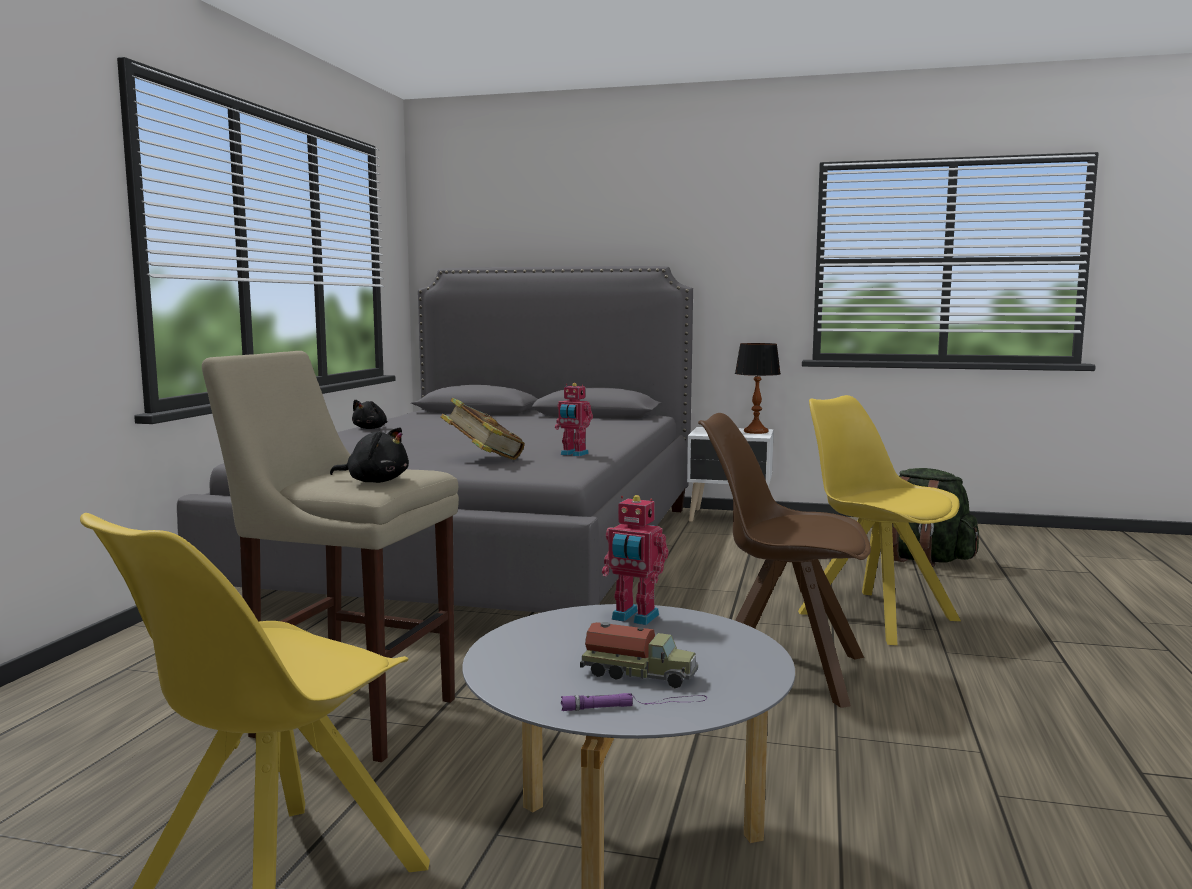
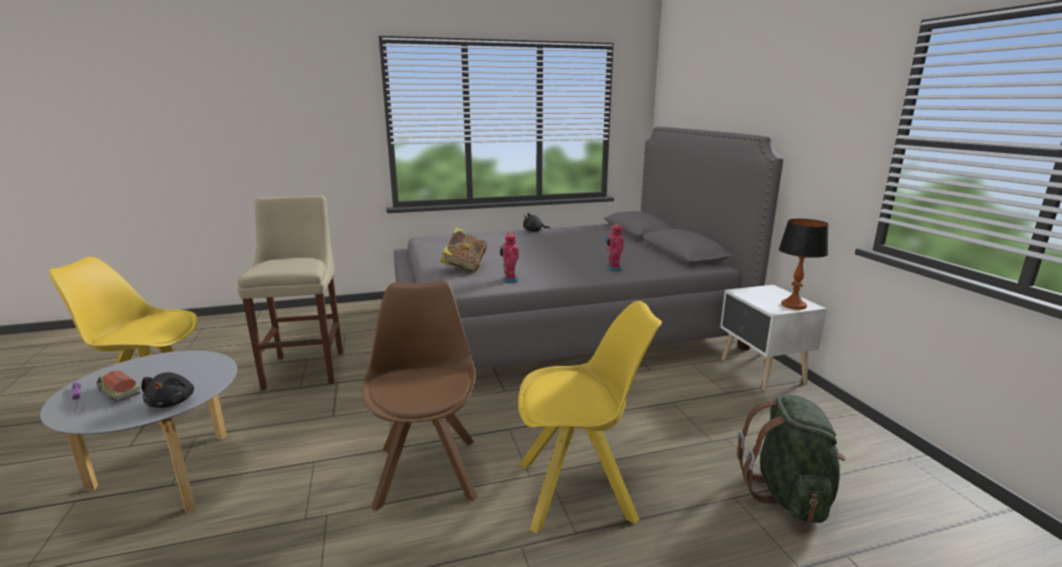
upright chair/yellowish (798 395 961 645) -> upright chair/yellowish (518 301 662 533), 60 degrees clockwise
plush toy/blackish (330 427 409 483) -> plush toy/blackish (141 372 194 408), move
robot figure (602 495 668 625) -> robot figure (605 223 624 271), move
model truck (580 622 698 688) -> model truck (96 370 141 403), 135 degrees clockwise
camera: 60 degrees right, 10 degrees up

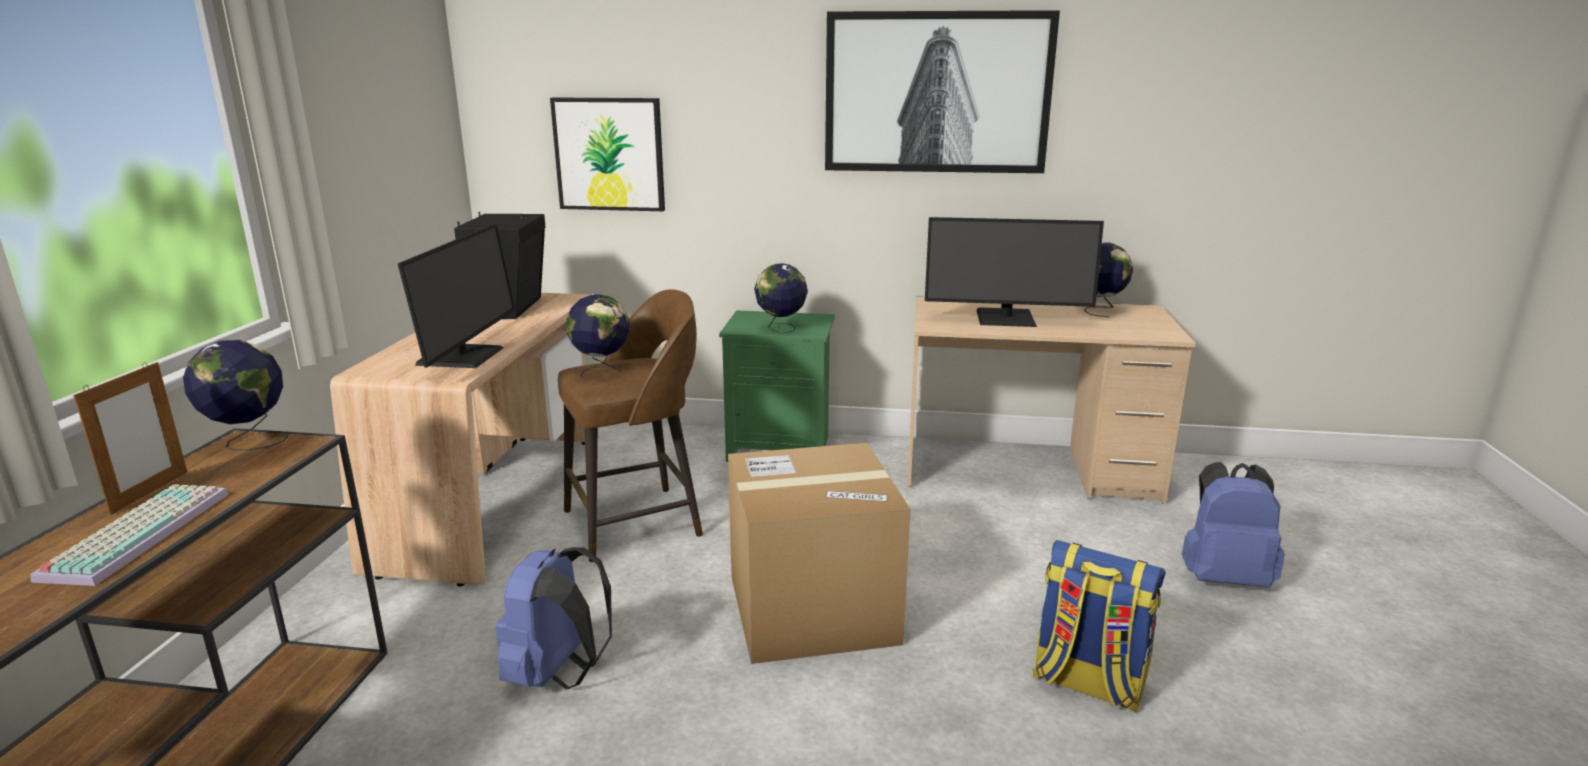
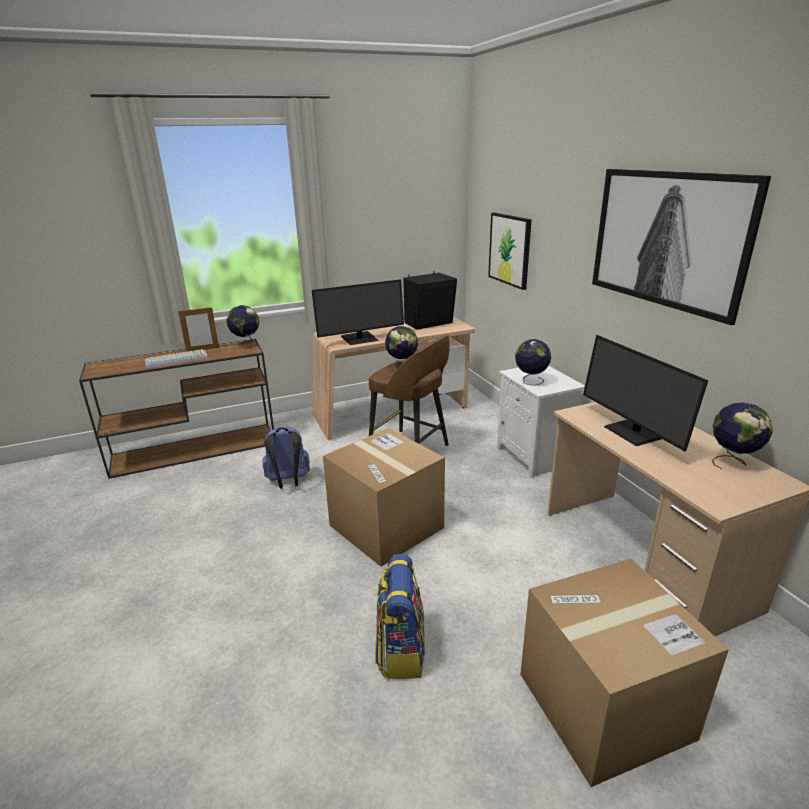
nightstand/green (719 310 835 462) -> nightstand/white-coloured (497 366 585 478)
rucksack/blue-coloured (1182 462 1285 587) -> cardboard box (520 559 729 787)
camera: 60 degrees right, 5 degrees up

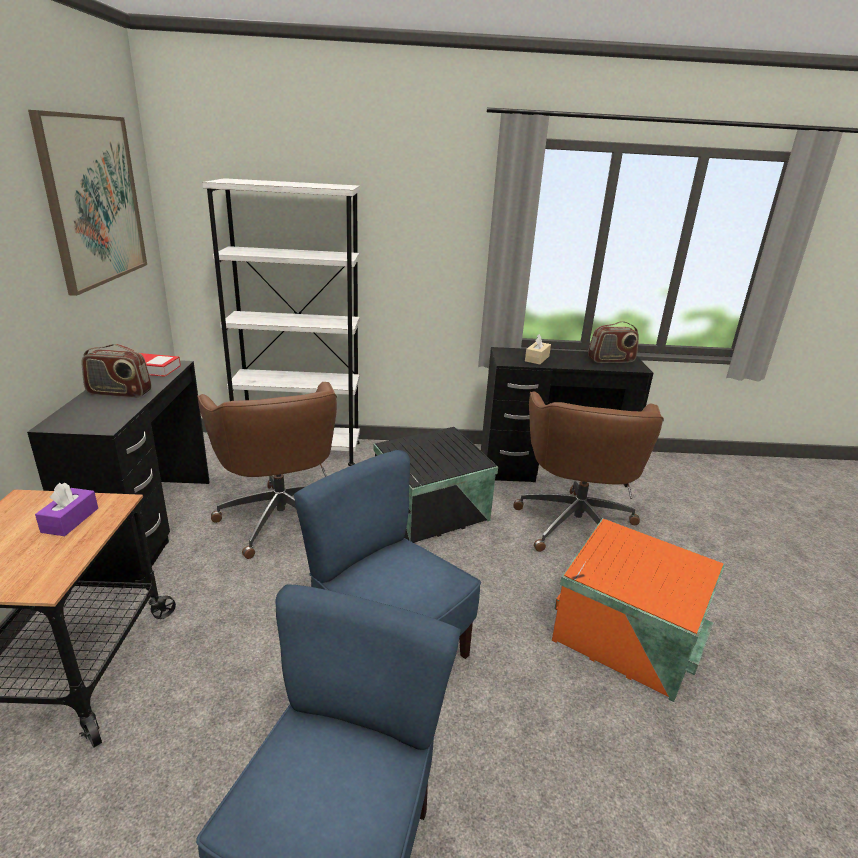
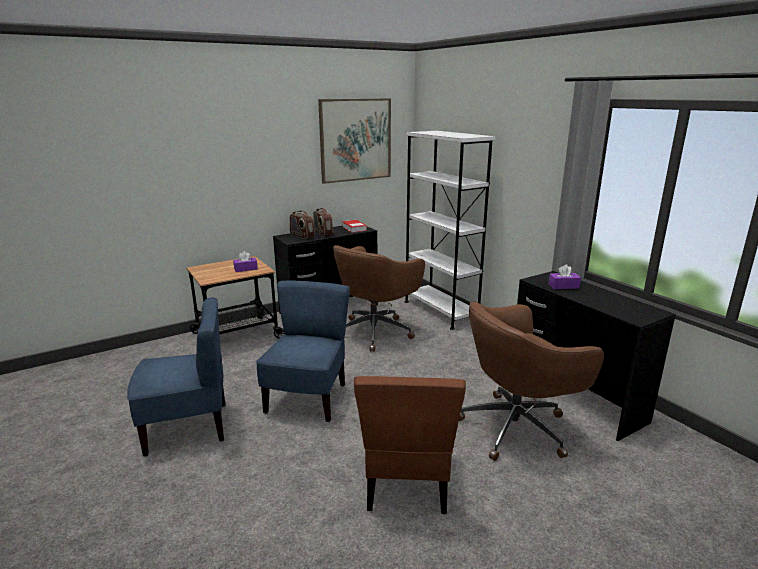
radio (588 321 639 363) -> radio (290 210 315 239), move
tissue box/beige (525 334 551 365) -> tissue box/purple (548 264 581 289)
storage box/blackish (373 427 498 543) -> none
storage box/orange (552 518 725 702) -> upright chair/brownish (354 376 466 514)
camera: 60 degrees right, 5 degrees down

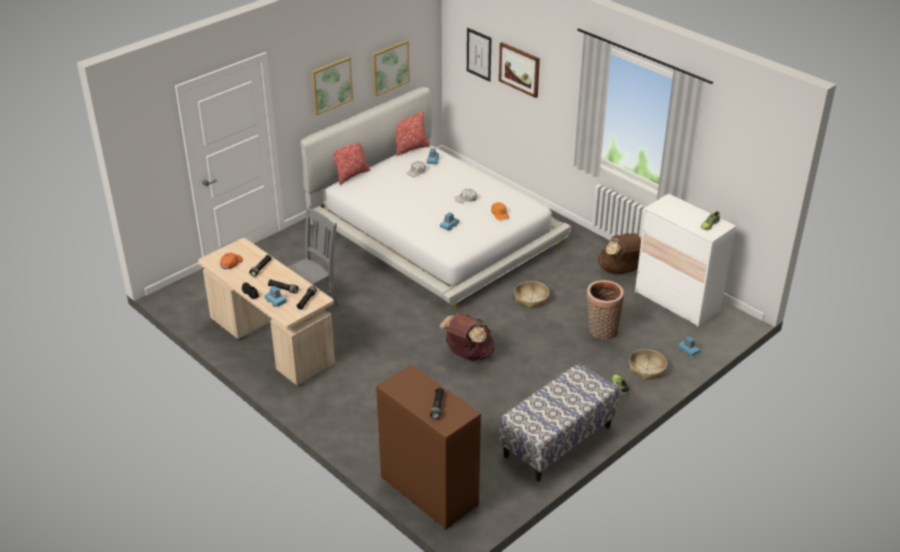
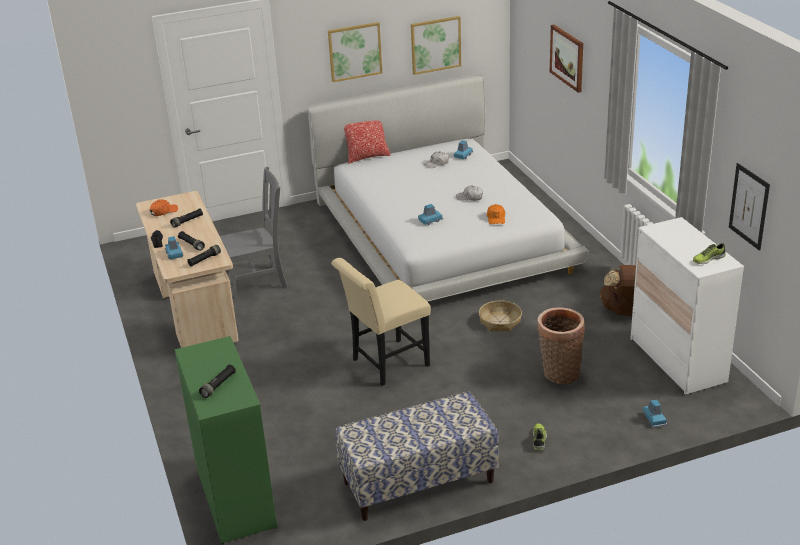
picture (467 28 492 82) -> picture (729 163 770 251), move
cushion (395 111 430 156) -> none
rucksack/brownish (440 314 495 361) -> upright chair/beige (331 258 431 386)
household basket (629 349 667 381) -> none
chest of drawers/brownish (376 364 482 529) -> chest of drawers/green (174 336 277 544)
camera: 25 degrees right, 5 degrees down

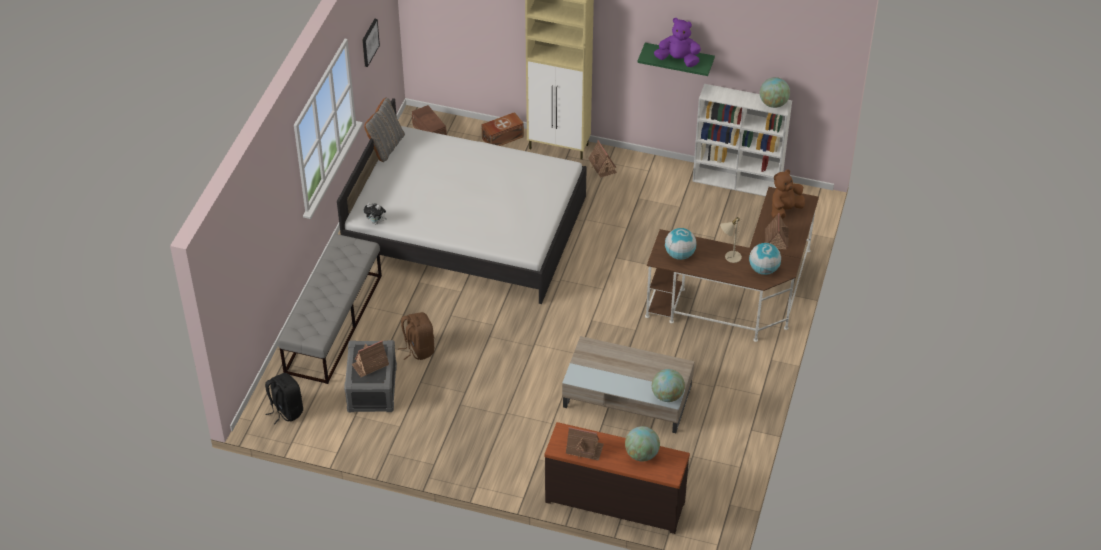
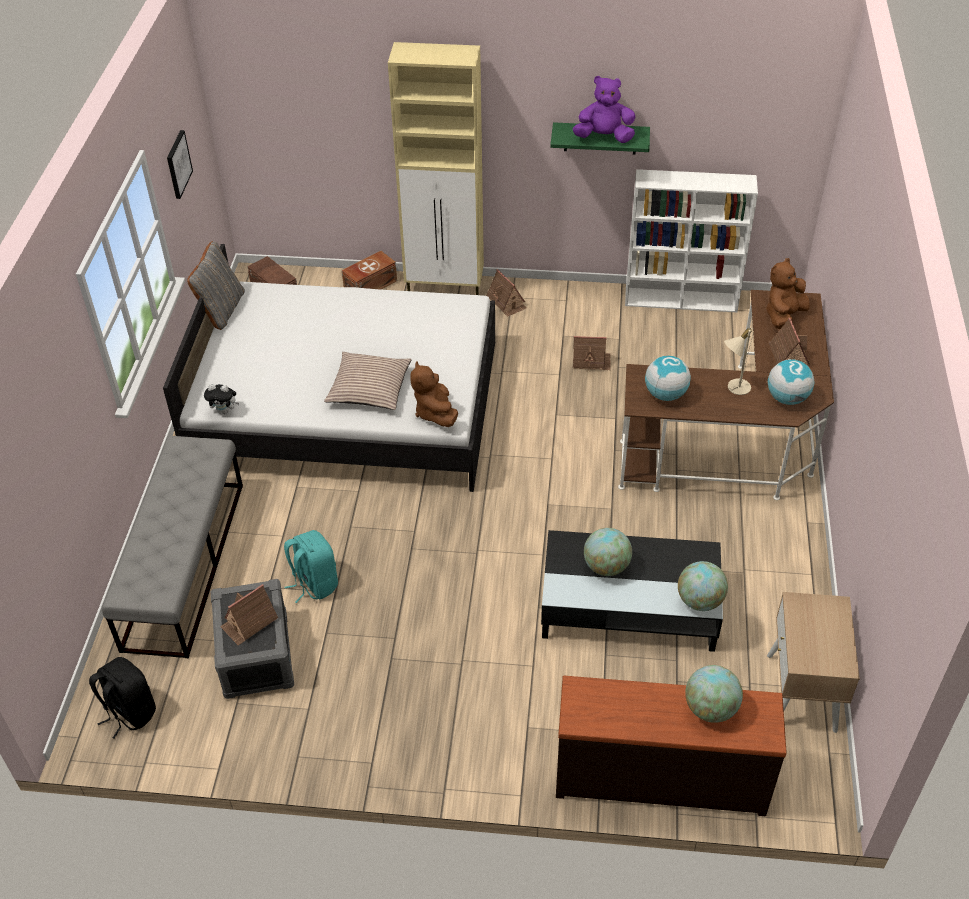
desk globe (760 77 790 108) -> desk globe (584 528 632 576), move
rucksack/brownish (398 312 434 360) -> rucksack/turquoise-coloured (284 530 338 603)
lounge table/beige (562 336 694 433) -> lounge table/blackish (541 530 723 652)
toy house (566 427 604 461) -> toy house (573 336 611 371), move
none -> cushion (324 352 412 410)
none -> plush toy/brownish (410 361 458 427)
none -> nightstand/beige (767 592 860 733)
camera: 10 degrees left, 0 degrees up

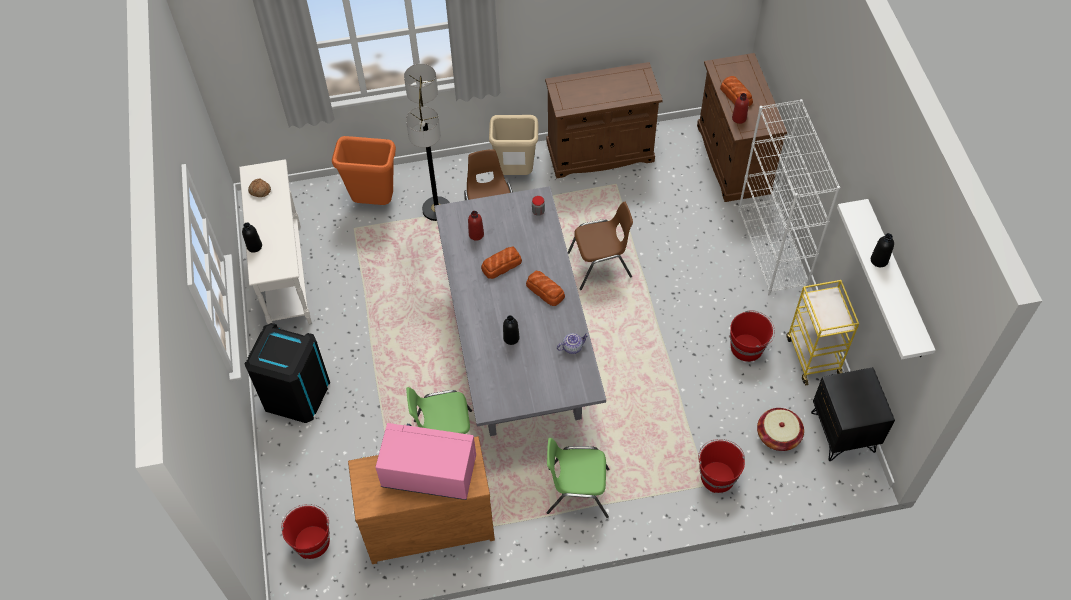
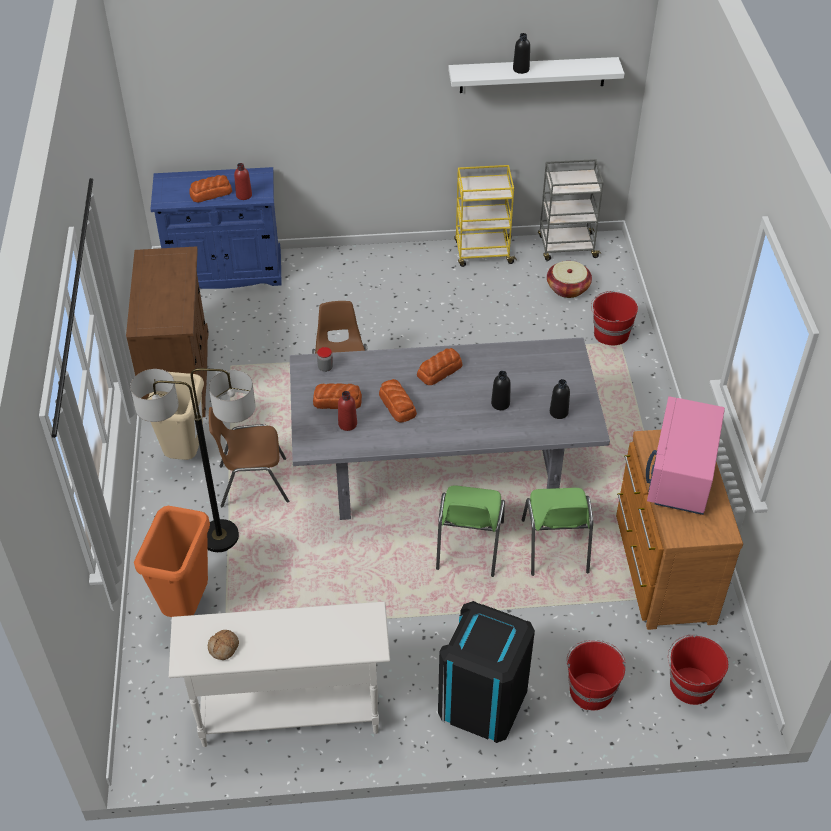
storage cabinet/brownish (697 53 787 202) -> storage cabinet/blue-coloured (150 167 282 289)
bookshelf/white-coloured (738 99 840 295) -> none
drink bottle/blackish (242 223 262 253) -> drink bottle/blackish (550 379 570 419), move
water bucket/reddish (730 310 775 362) -> water bucket/reddish (567 640 626 710), move
tea pot (557 333 589 354) -> none
nightstand/blackish (811 367 895 461) -> wheeled cart/grey (538 159 604 261)
upright chair/green (546 438 609 518) -> upright chair/green (436 485 505 577), move
none -> bakery bread (313 383 362 409)
camera: 85 degrees left, 10 degrees down

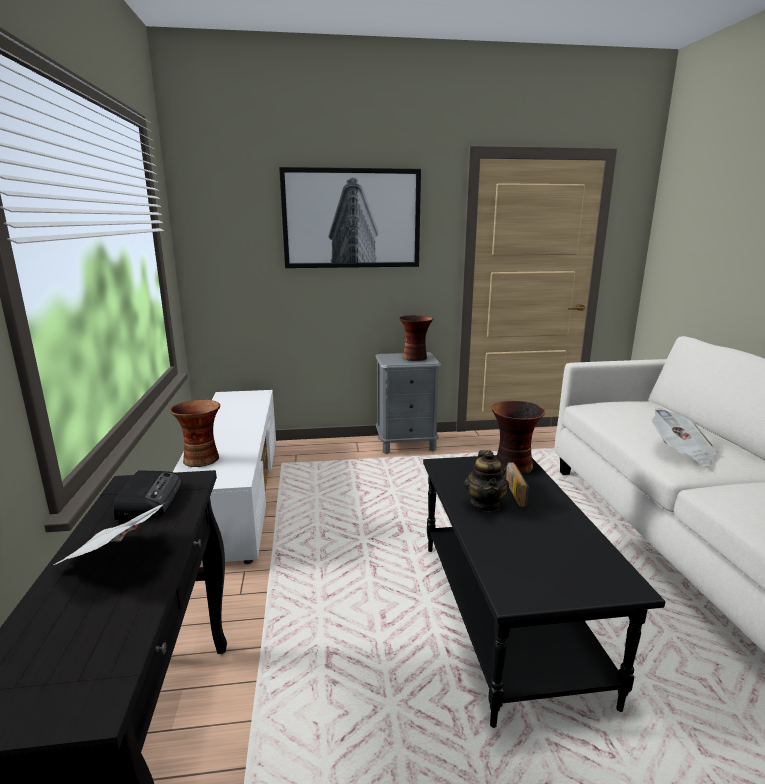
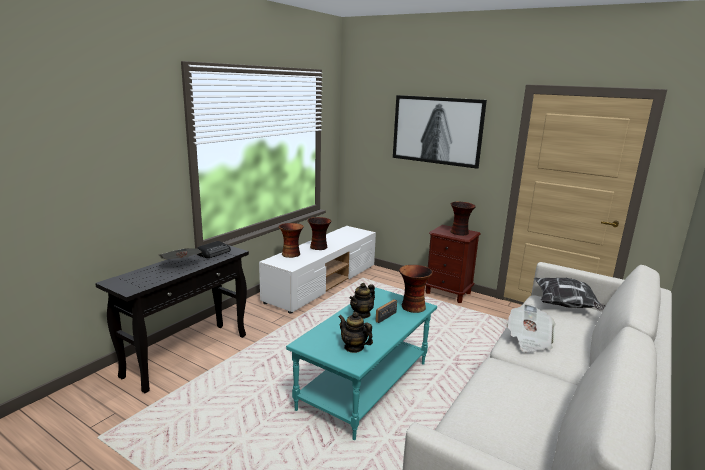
nightstand/grey (375 352 441 454) -> nightstand/brownish (426 225 481 303)
lounge table/blackish (423 455 665 728) -> lounge table/turquoise-coloured (286 287 437 440)
none -> decorative vase (308 217 331 250)
none -> cushion (534 278 606 310)
none -> tea pot (338 312 373 353)
camera: 40 degrees right, 0 degrees up

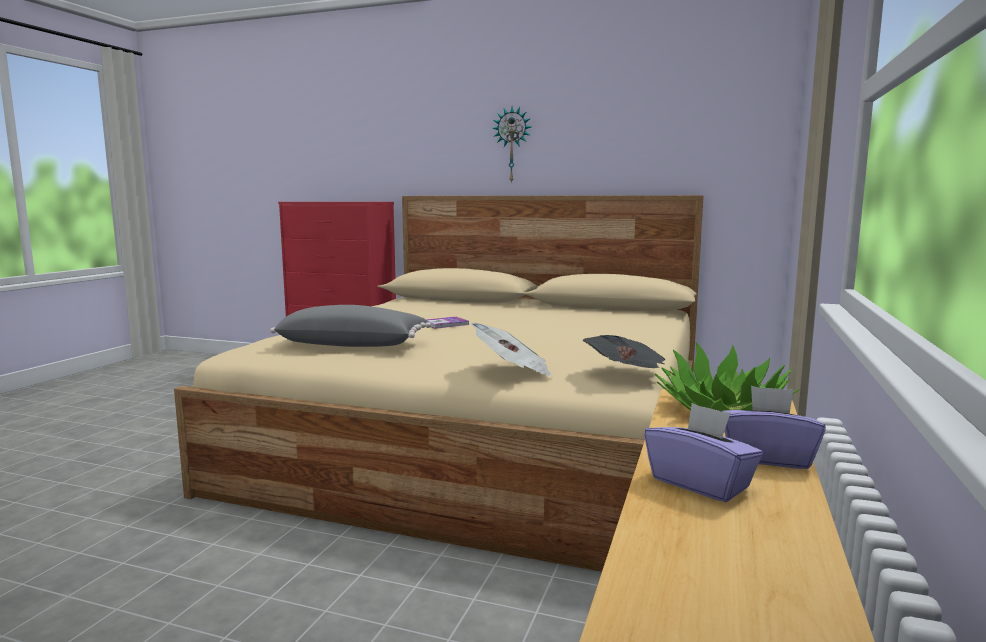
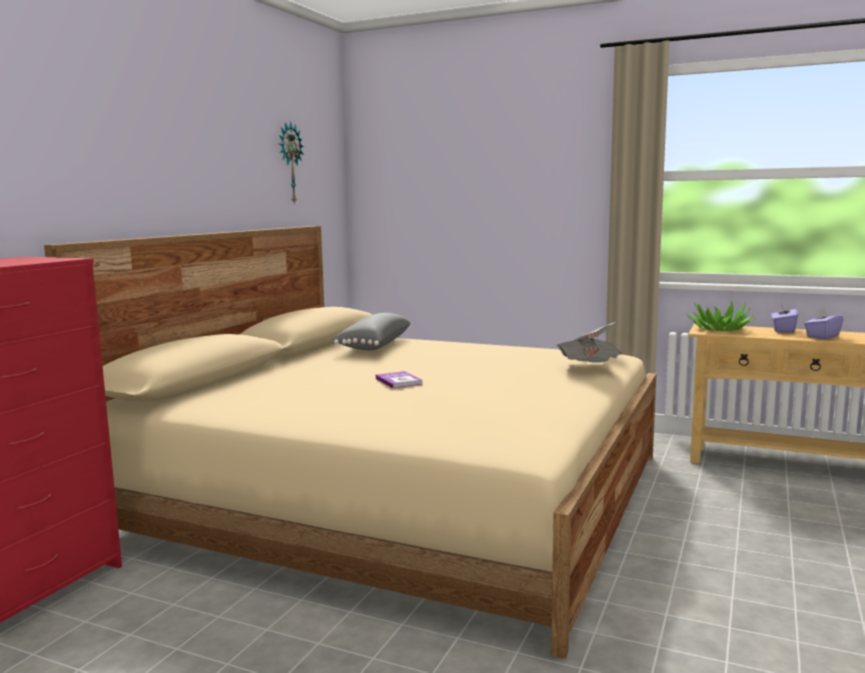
wall clock (492 106 531 184) -> wall clock (278 122 304 205), move
cushion/grey (270 305 431 347) -> cushion/grey (332 313 411 350), move
camera: 85 degrees left, 0 degrees up

